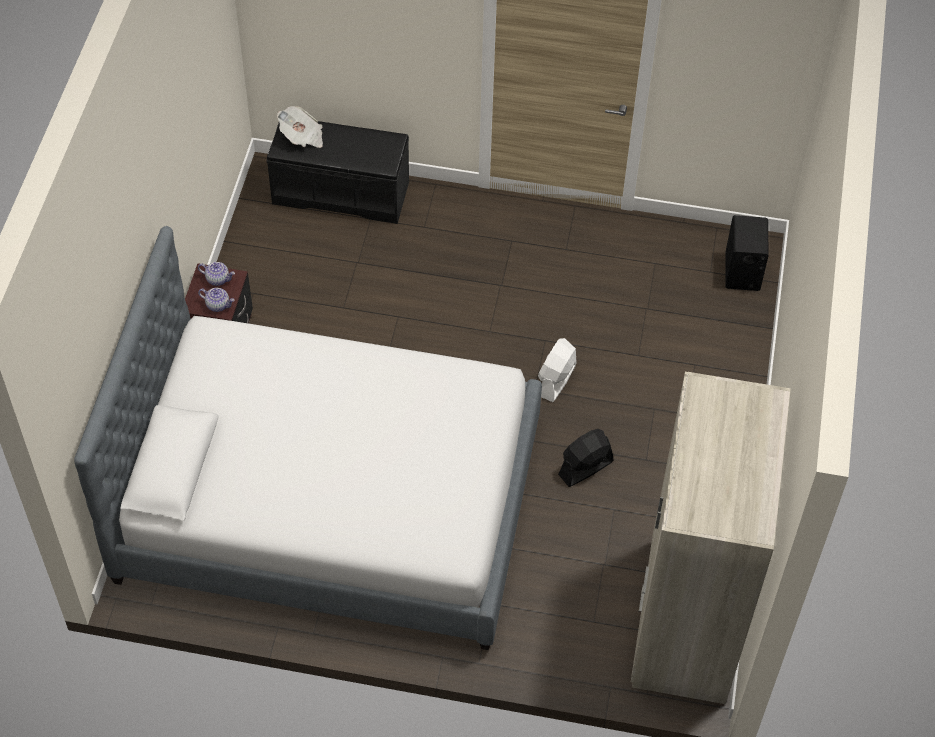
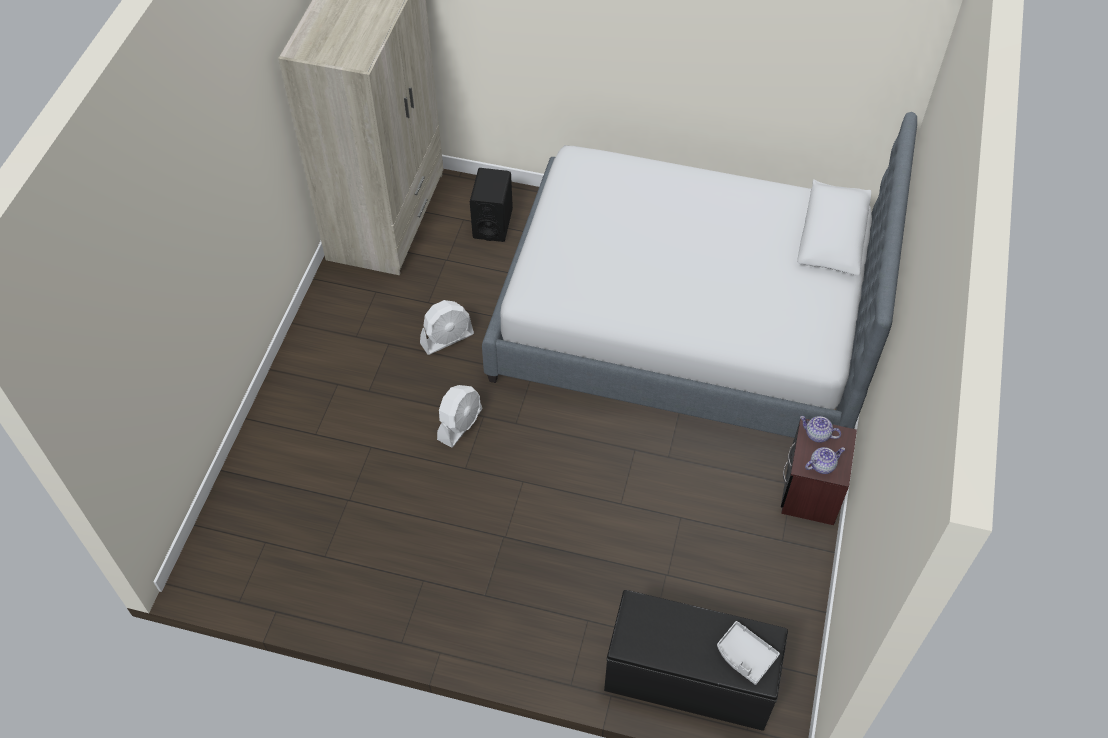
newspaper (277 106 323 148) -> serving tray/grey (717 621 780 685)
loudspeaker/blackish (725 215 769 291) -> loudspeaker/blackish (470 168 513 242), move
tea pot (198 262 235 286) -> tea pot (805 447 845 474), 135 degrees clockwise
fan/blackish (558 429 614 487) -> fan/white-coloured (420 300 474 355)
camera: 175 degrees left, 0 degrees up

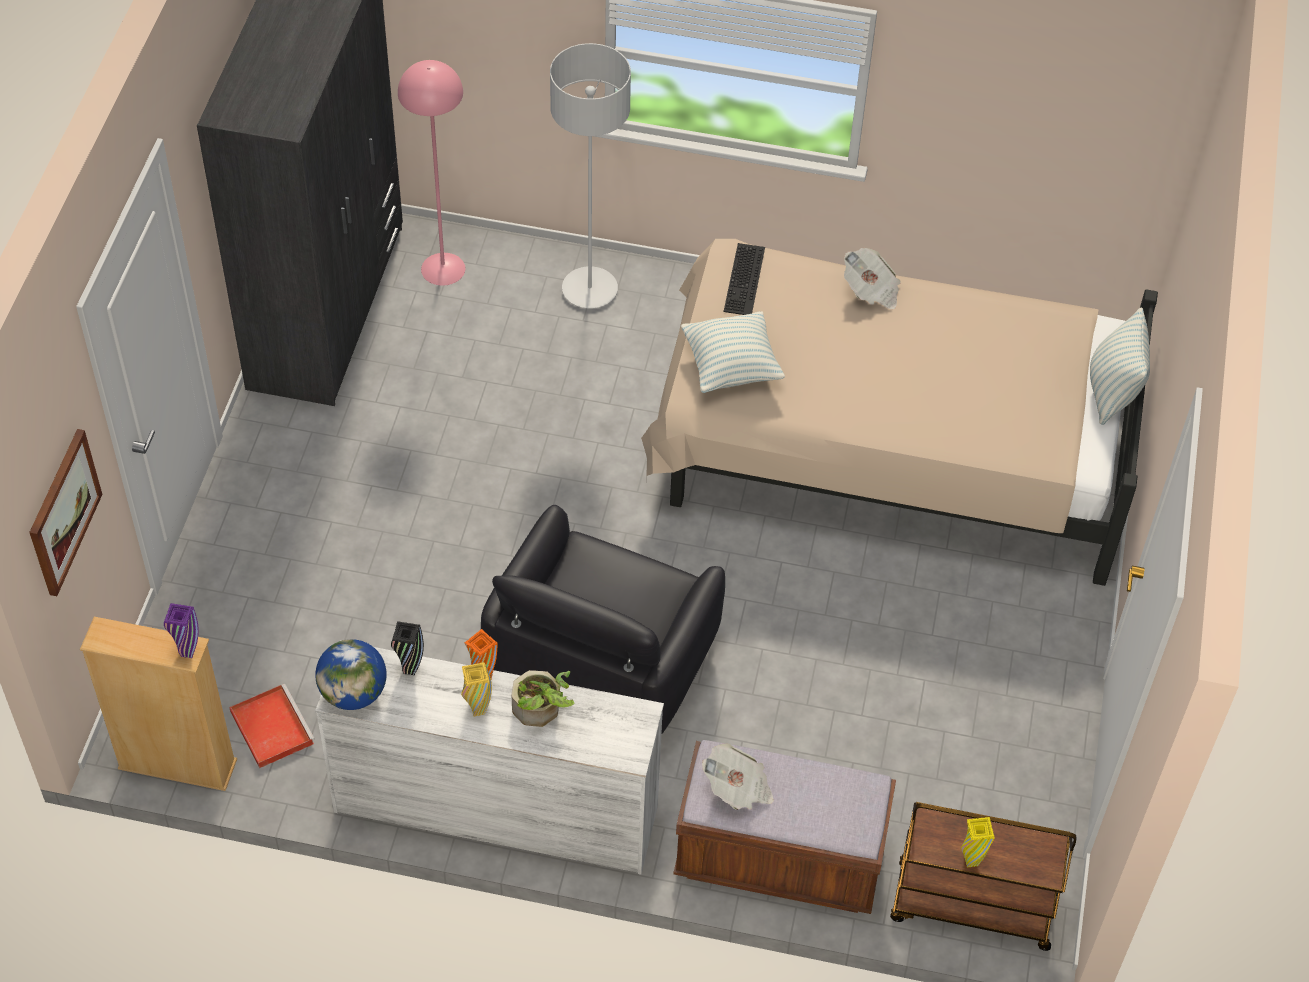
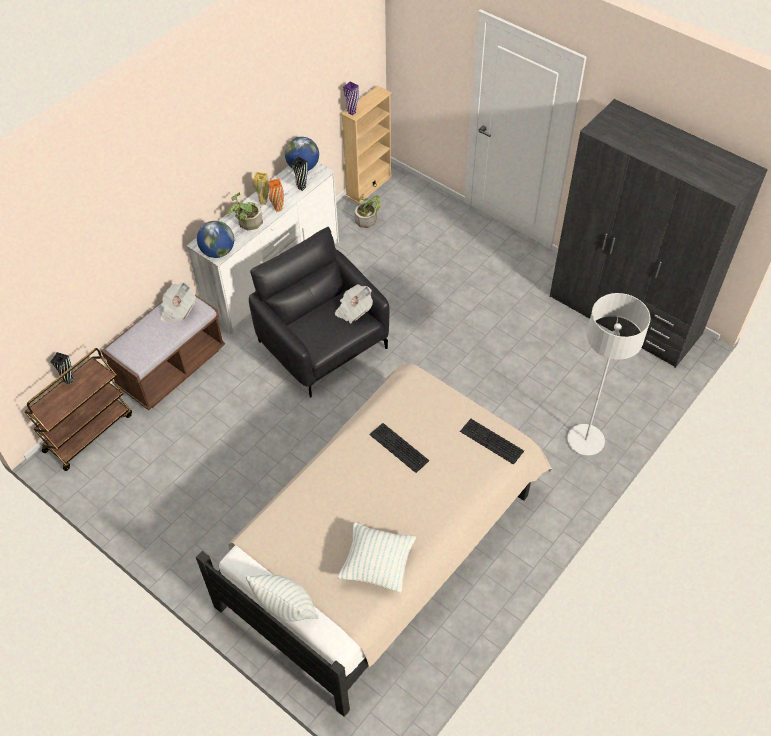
standard lamp/pink-coloured (398 60 465 286) -> none
newspaper (844 248 901 310) -> newspaper (335 284 373 323), move
cushion (681 311 785 393) -> cushion (338 523 416 593), move
picture (29 429 102 596) -> none
serving tray/reddish (229 684 315 768) -> potted plant (354 195 381 228)
decorative vase/yellowish (961 817 995 868) -> decorative vase/blackish (50 352 74 384)
none -> desk globe (197 221 234 258)
none -> keyboard (369 423 430 473)
camera: 120 degrees right, 0 degrees up

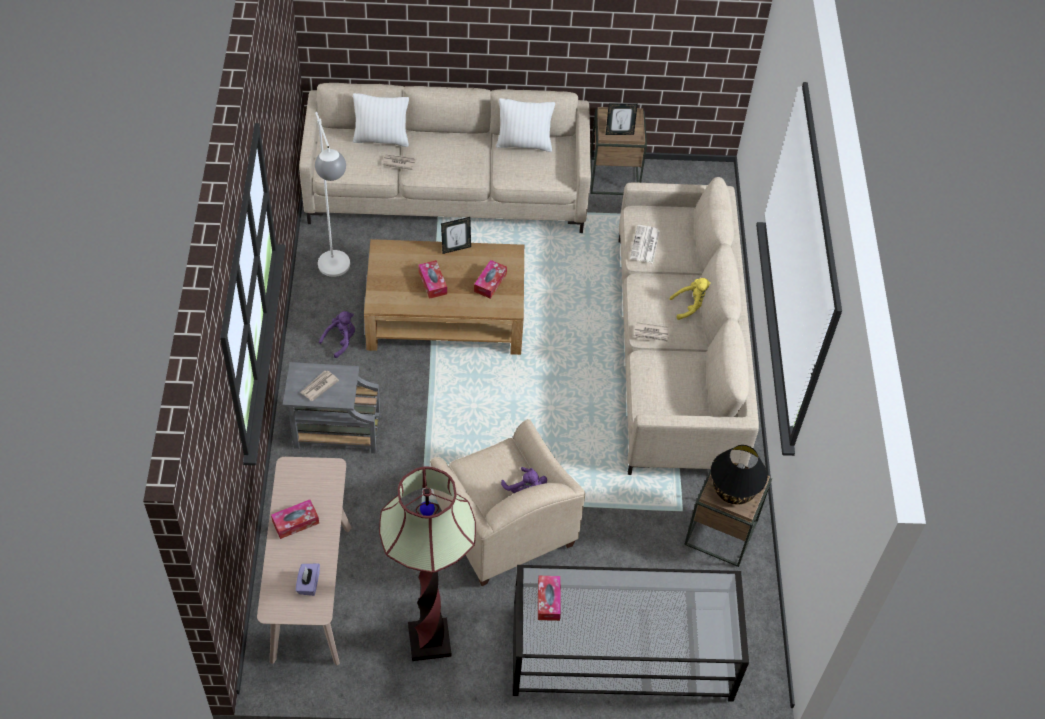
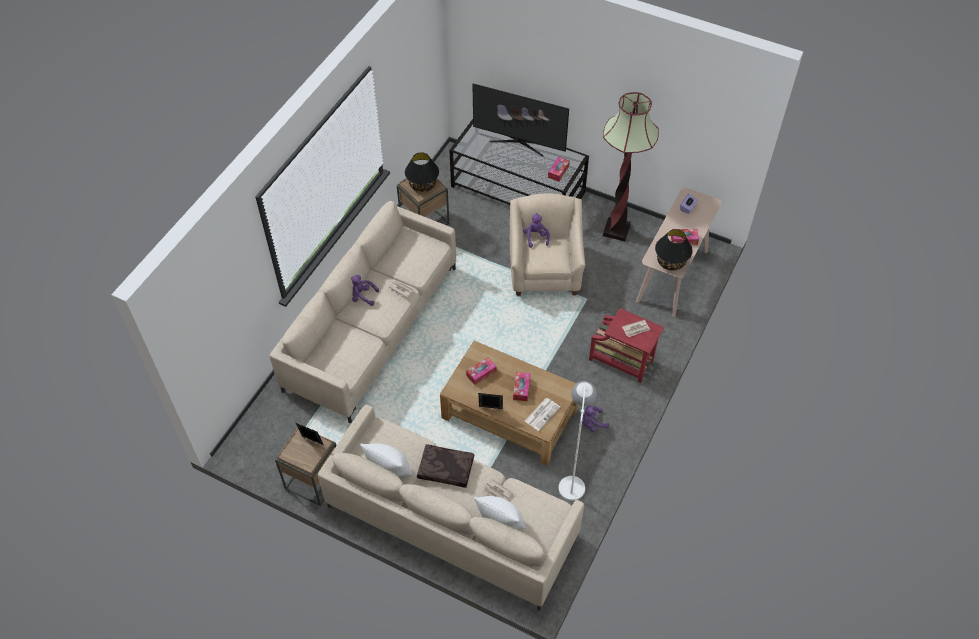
newspaper (630 225 660 263) -> newspaper (525 398 560 431), move
plush toy/yellowish (669 278 710 320) -> plush toy/purple (351 275 379 306)
accent table/grey (283 362 380 453) -> accent table/reddish (589 308 664 383)
none -> TV set (472 83 569 157)
none -> lamp for a table/blackish (655 229 693 271)
none -> cushion/brownish (417 444 474 488)
camera: 150 degrees left, 0 degrees up

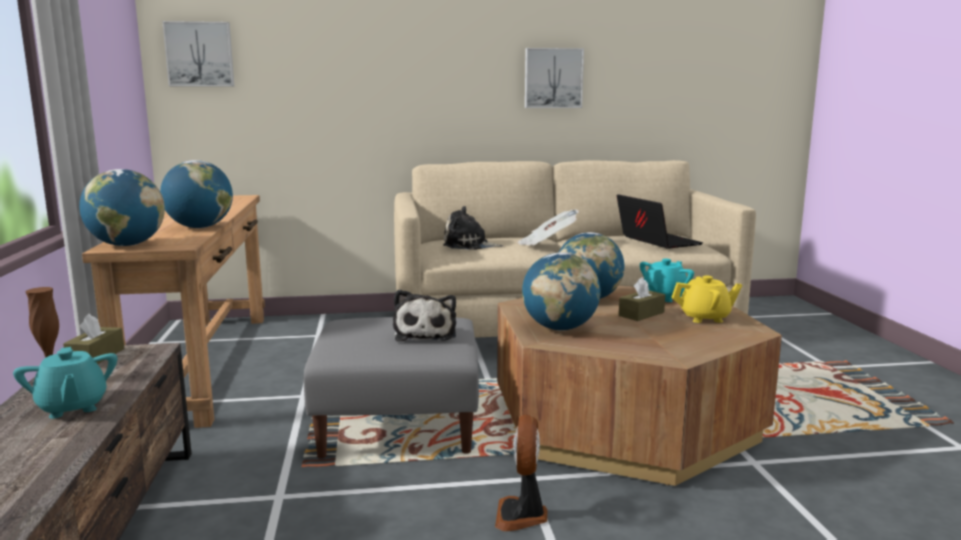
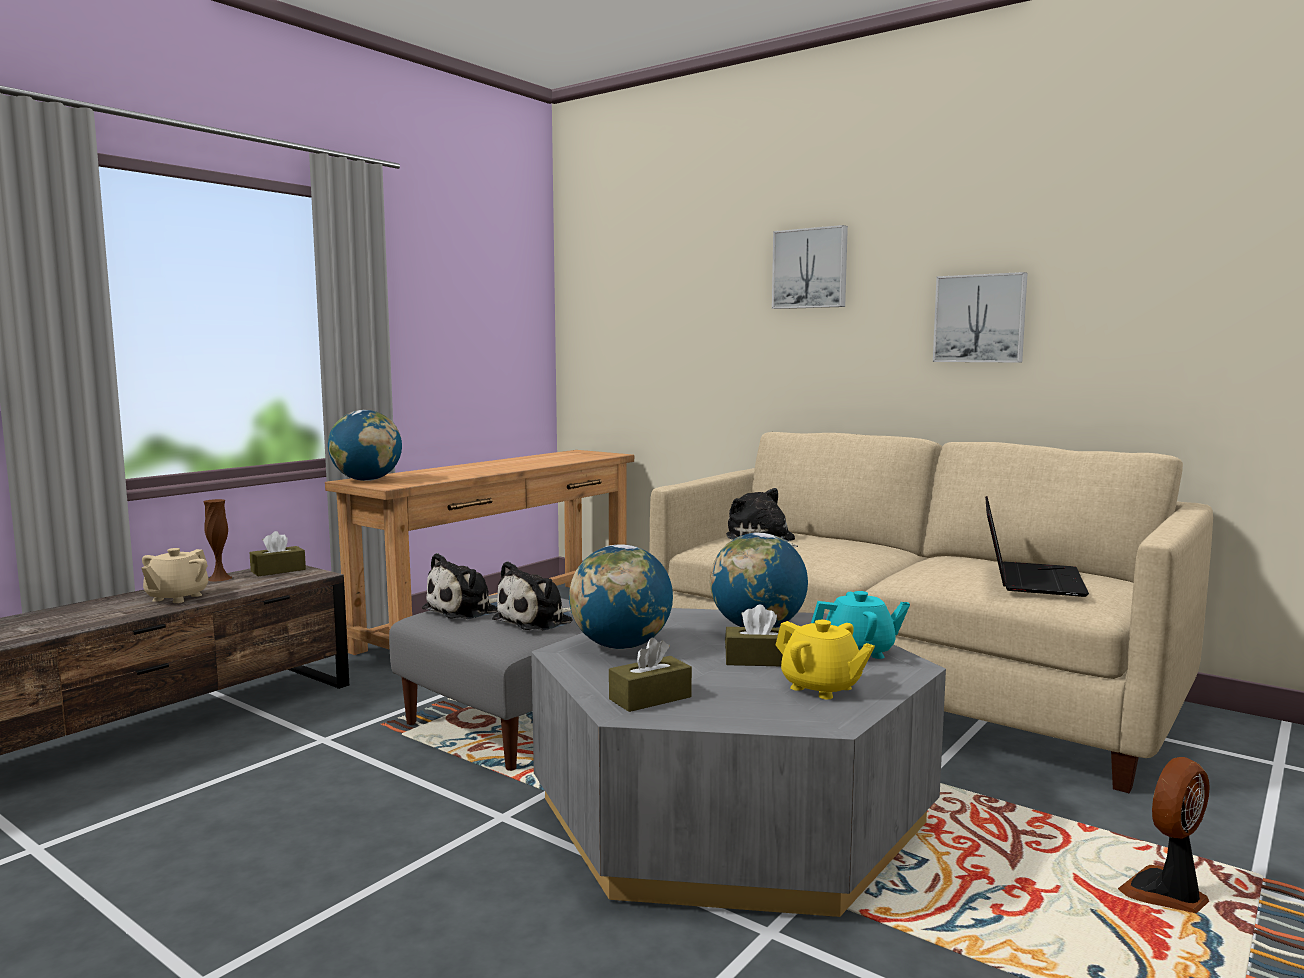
picture (162 21 234 86) -> picture (772 225 848 309), move
desk globe (160 160 233 228) -> none
newspaper (517 209 580 246) -> none
lounge table/brownish (497 286 782 486) -> lounge table/grey (531 608 946 917)
tea pot/turquoise-coloured (13 347 117 419) -> tea pot/beige (142 548 208 603)
fan (495 414 547 531) -> fan (1118 757 1210 913), move
none -> plush toy (422 553 497 619)
none -> tissue box/brownish (609 638 692 712)
camera: 45 degrees right, 5 degrees down

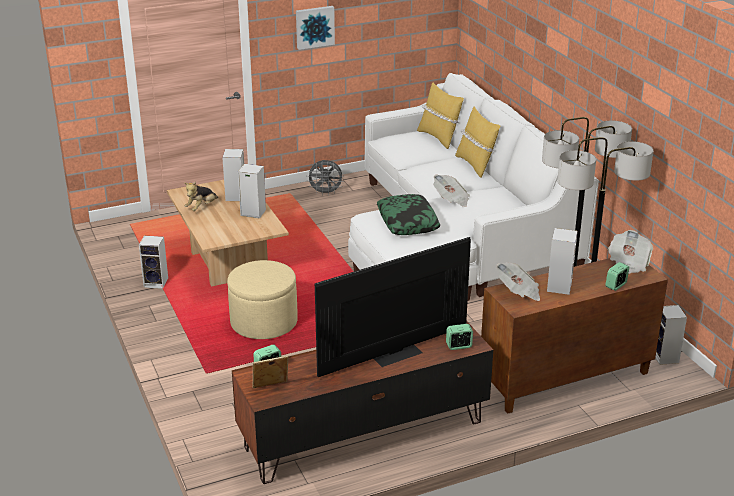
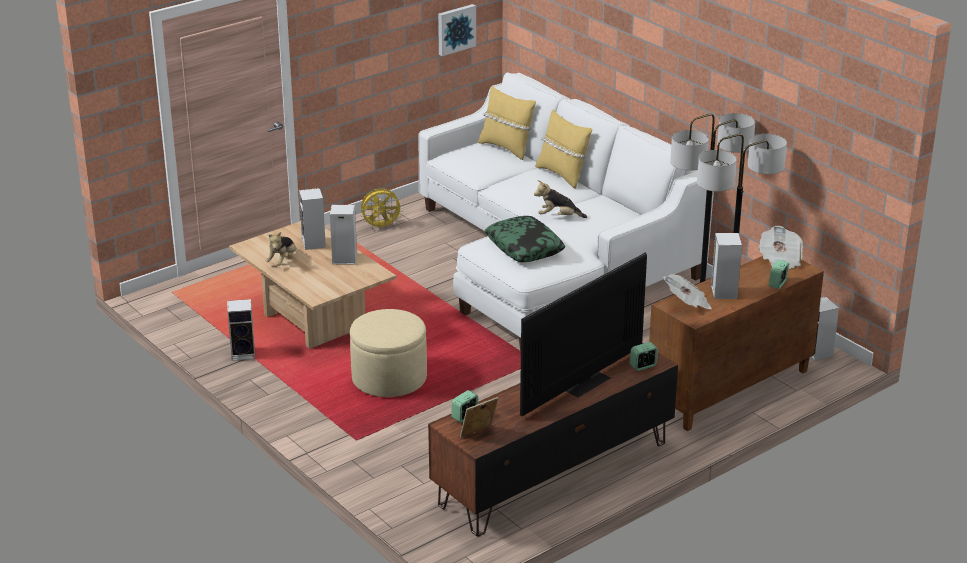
picture (296 6 335 50) -> picture (438 4 476 56), move
fan/grey (307 160 344 195) -> fan/yellowish (360 188 403 230)
newspaper (433 174 470 207) -> plush toy (534 180 587 218)
camera: 15 degrees left, 0 degrees up

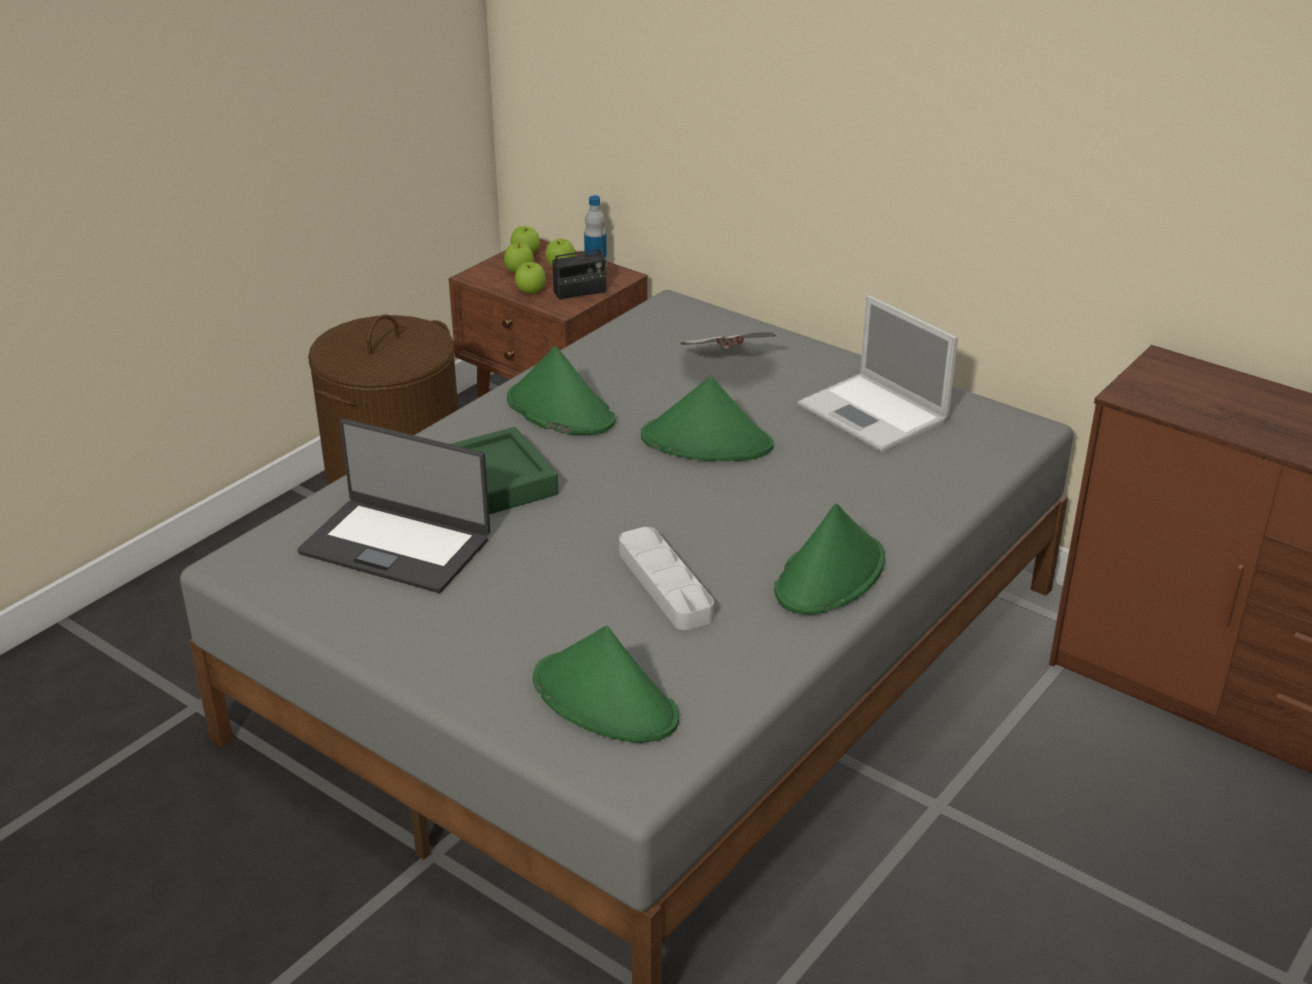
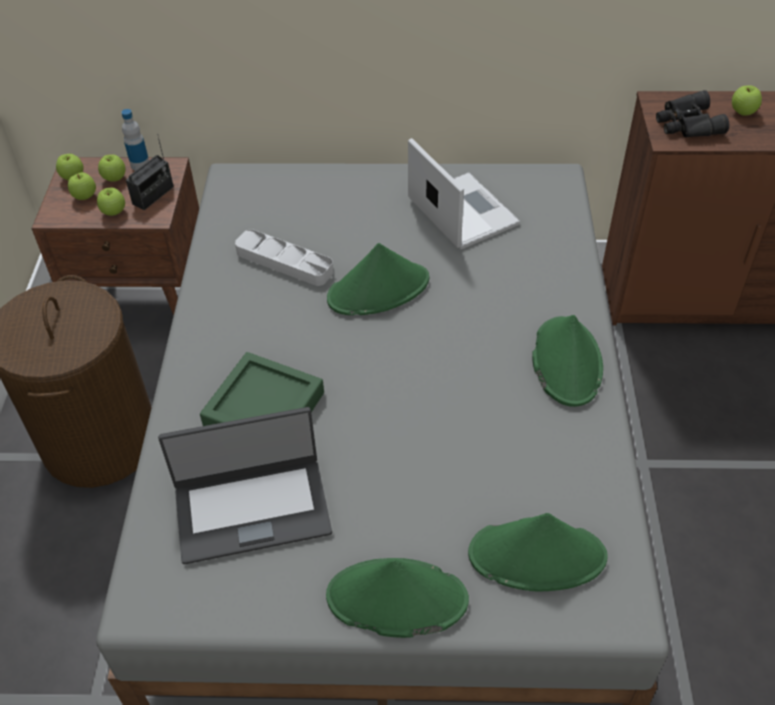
laptop (798 295 958 453) -> laptop (408 138 520 249), 135 degrees counterclockwise
newspaper (680 332 776 349) -> none
wearable hat/green (507 346 615 435) -> wearable hat/green (326 558 469 638), move
serving tray/grey (619 527 714 630) -> serving tray/grey (235 229 334 286), move
none -> whole apple (732 85 762 116)
none -> field glasses/blackish (656 90 729 137)
camera: 35 degrees left, 15 degrees up

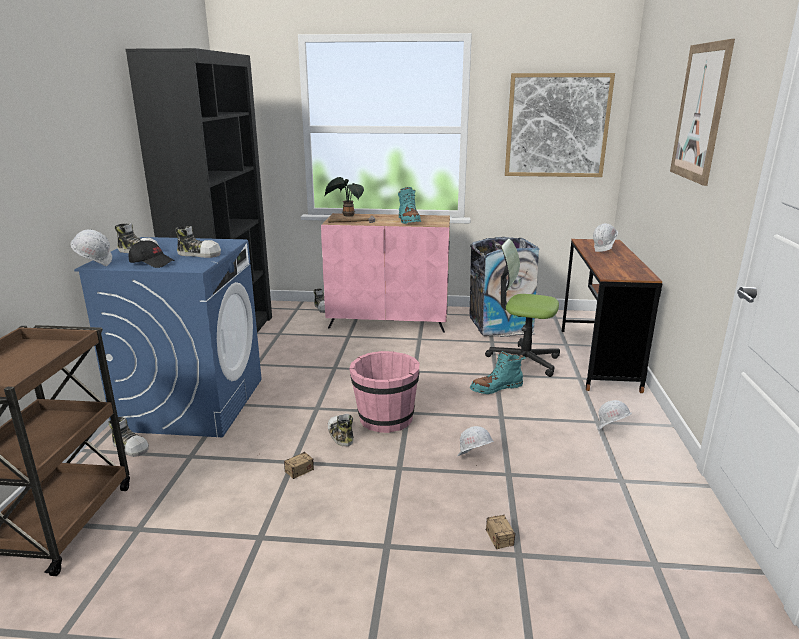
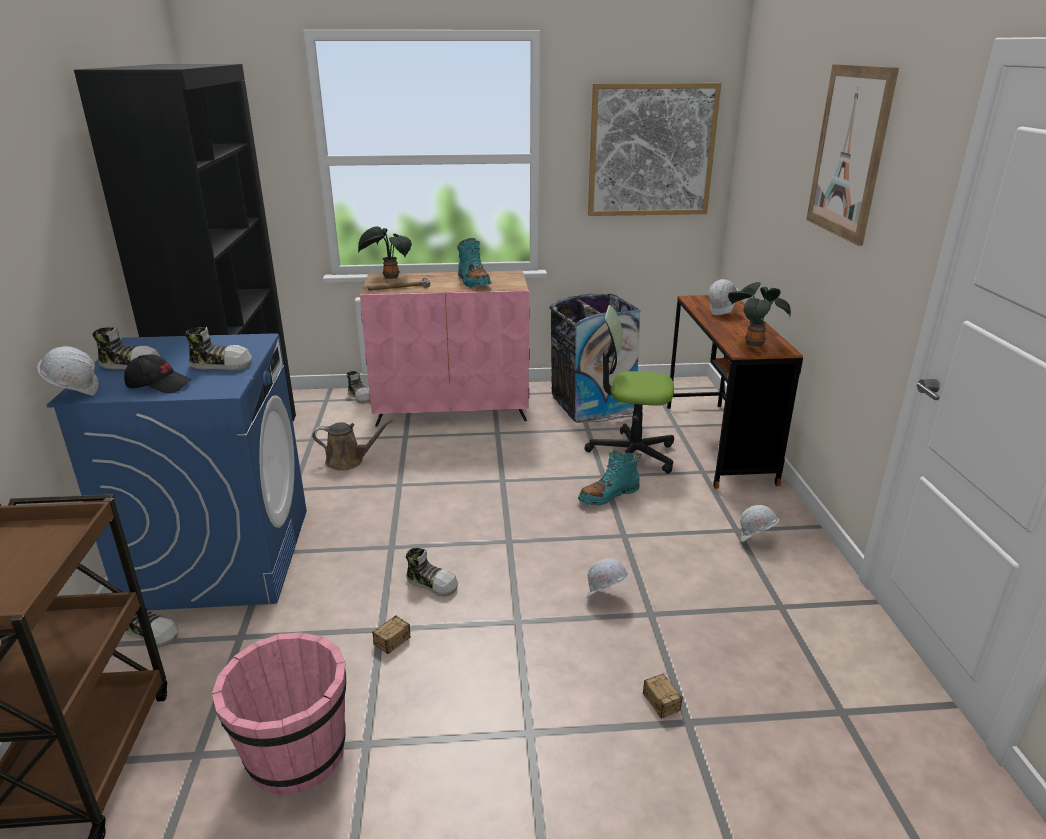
water bucket/pink-coloured (349 351 420 433) -> water bucket/pink-coloured (212 632 346 795), move
shoe (328 414 354 446) -> shoe (406 547 458 597), 150 degrees clockwise
none -> potted plant (728 282 791 347)
none -> sprinkling can/brownish (312 420 393 471)
camera: 10 degrees left, 5 degrees up

